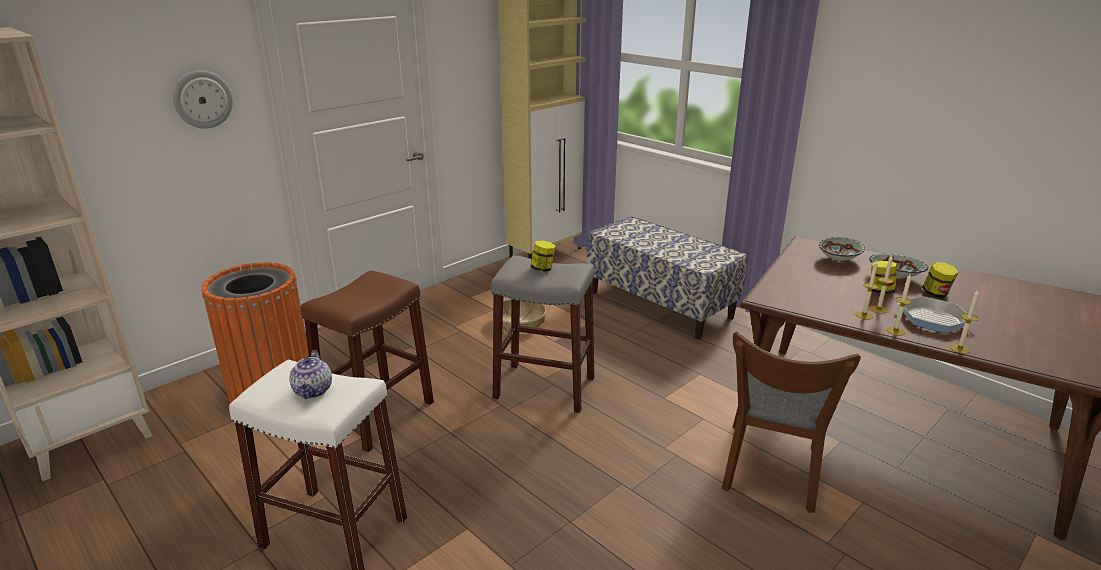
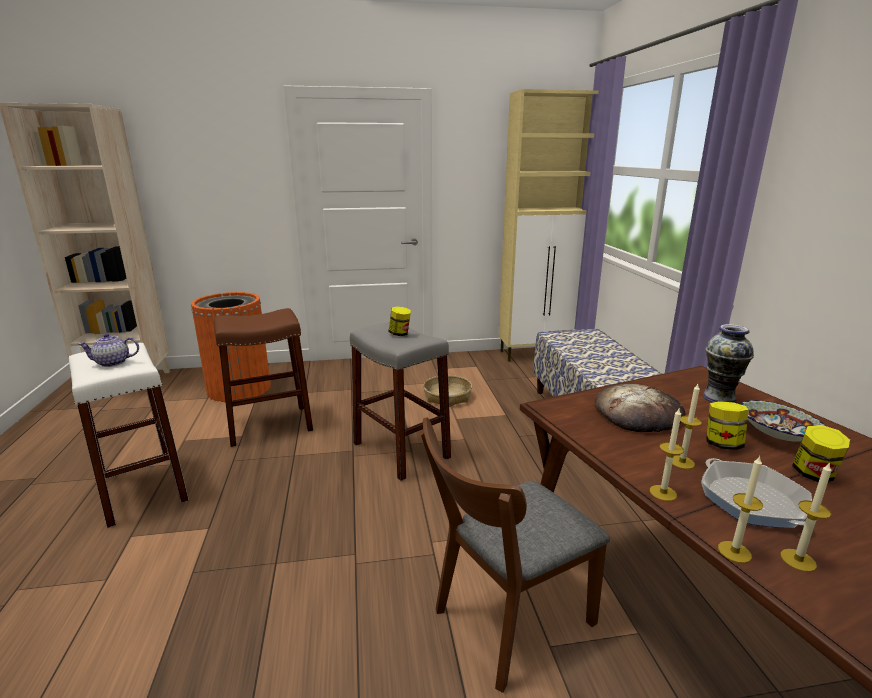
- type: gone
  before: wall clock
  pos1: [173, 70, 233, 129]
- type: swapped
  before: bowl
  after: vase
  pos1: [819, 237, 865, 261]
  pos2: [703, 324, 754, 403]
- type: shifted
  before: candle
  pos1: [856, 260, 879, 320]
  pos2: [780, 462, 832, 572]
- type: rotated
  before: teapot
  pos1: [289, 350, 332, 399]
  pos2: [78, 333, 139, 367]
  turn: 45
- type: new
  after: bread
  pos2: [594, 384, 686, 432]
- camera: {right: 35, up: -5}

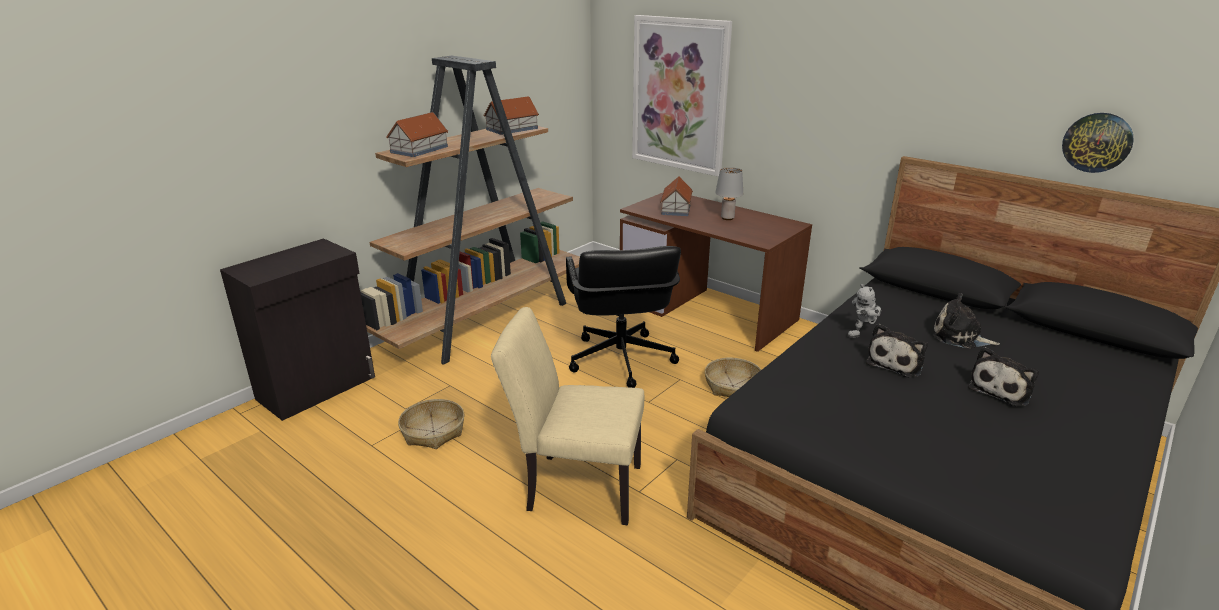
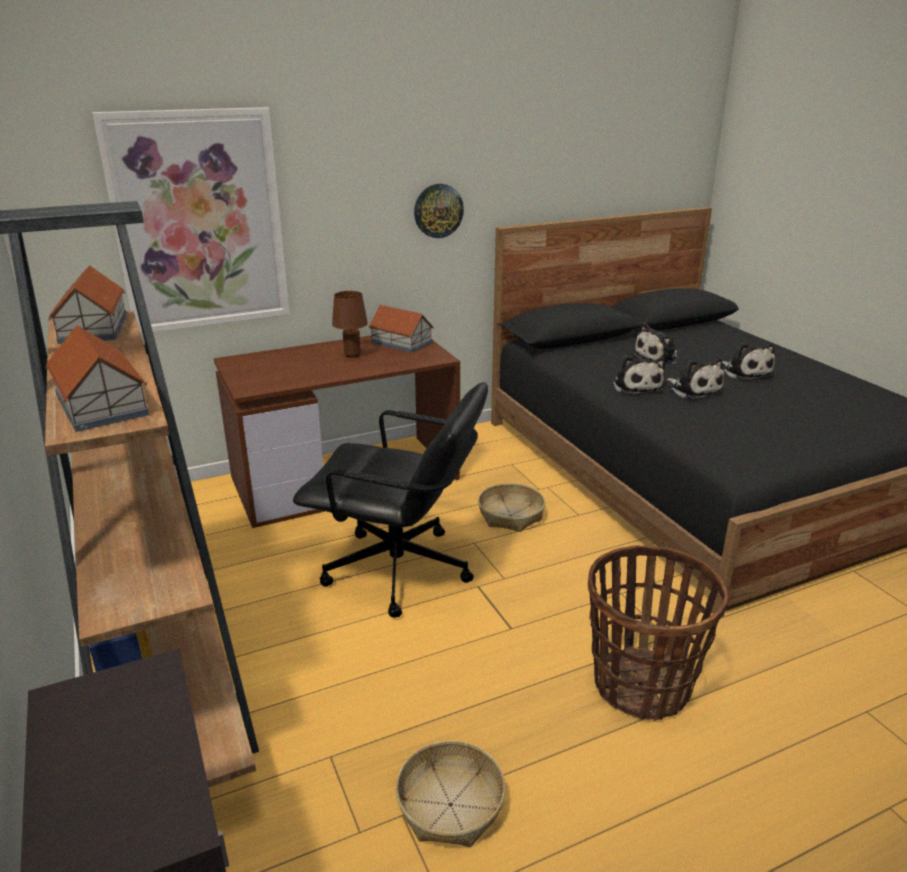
- type: shifted
  before: wall clock
  pos1: [1062, 113, 1134, 173]
  pos2: [414, 184, 464, 238]
- type: repainted
  before: table lamp in grey
  after: table lamp in brown
  pos1: [715, 167, 743, 220]
  pos2: [332, 291, 368, 358]
- type: shifted
  before: toy house
  pos1: [660, 177, 693, 216]
  pos2: [369, 305, 434, 353]
- type: swapped
  before: toy robot
  after: plush toy
  pos1: [847, 284, 882, 338]
  pos2: [612, 356, 665, 395]
- type: swapped
  before: chair in beige
  after: basket
  pos1: [491, 307, 644, 526]
  pos2: [588, 546, 728, 721]
- camera: {right: -65, up: 0}

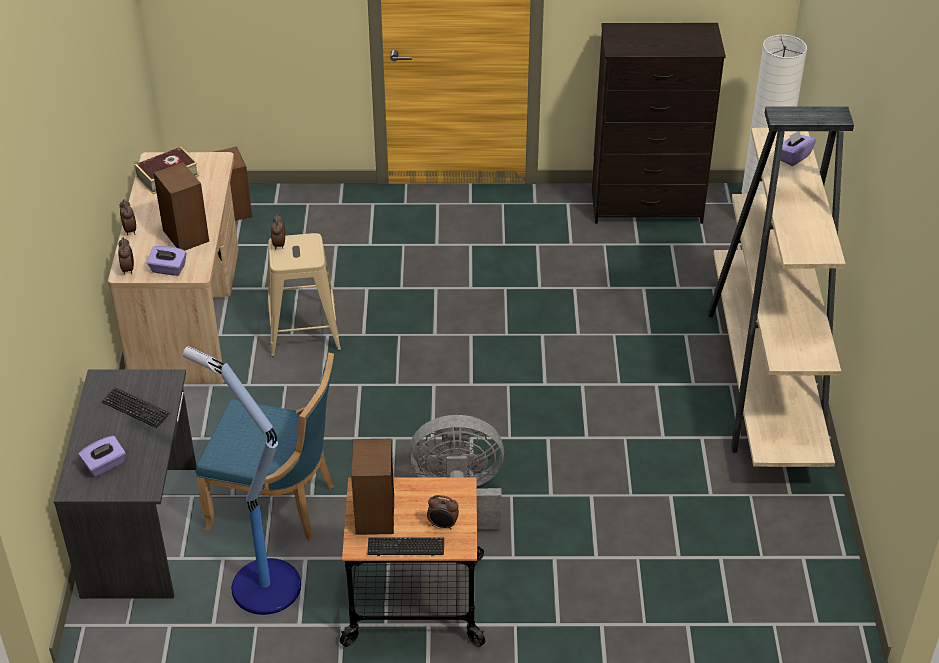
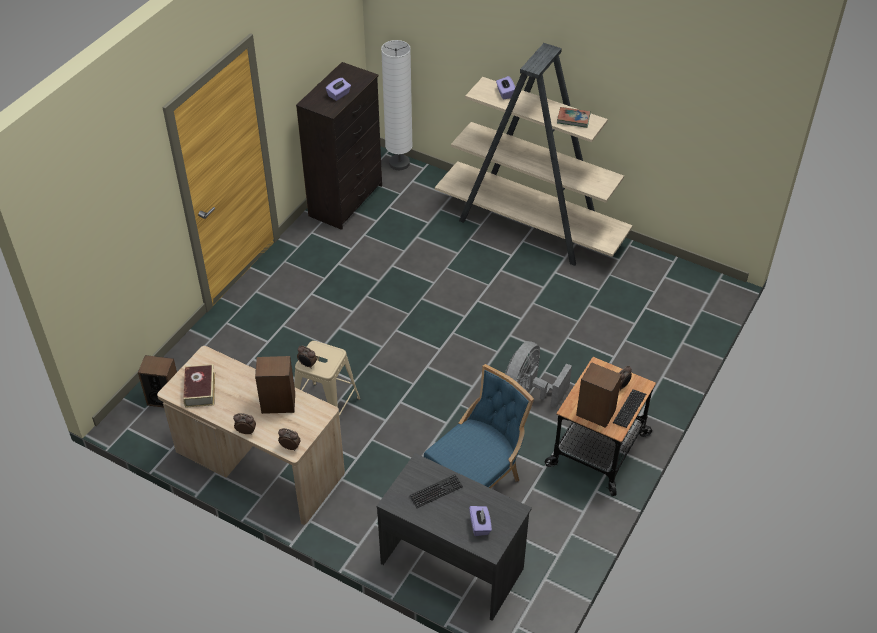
- type: shifted
  before: tissue box in purple
  pos1: [147, 246, 186, 276]
  pos2: [326, 78, 351, 101]
- type: gone
  before: floor lamp
  pos1: [183, 346, 301, 615]
- type: new
  after: book
  pos2: [557, 107, 591, 128]
- camera: {right: -60, up: 5}

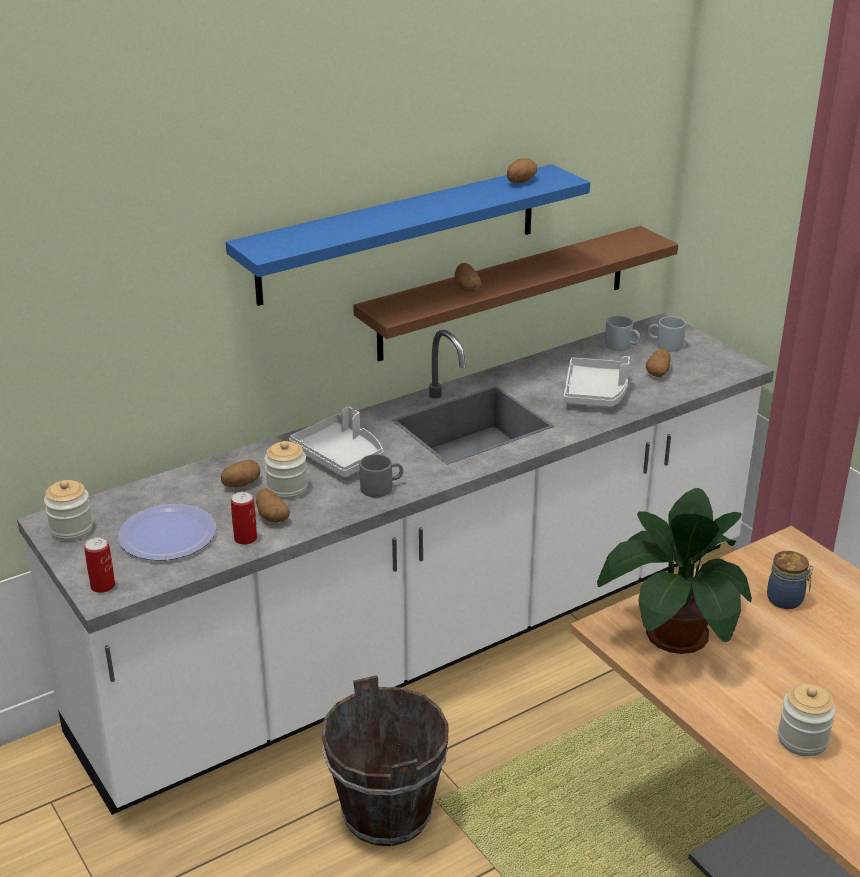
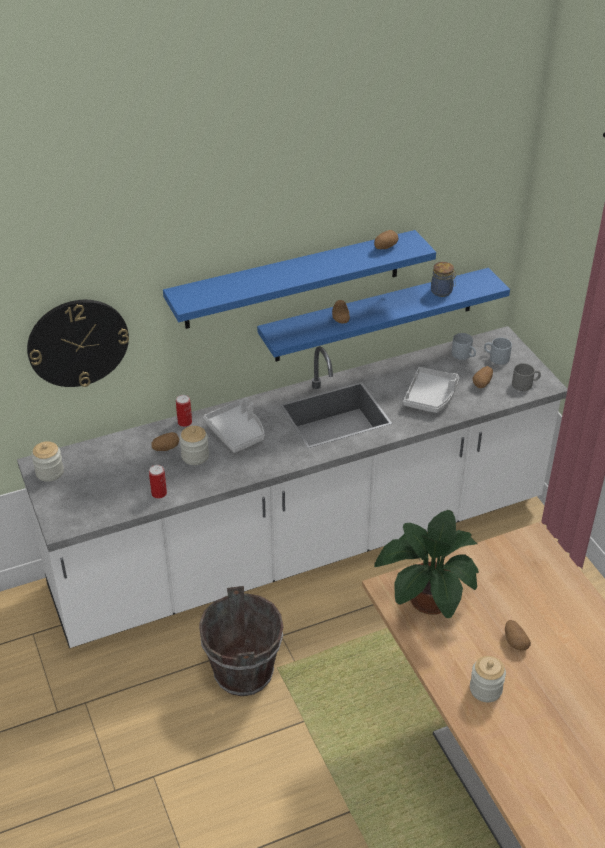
- type: repainted
  before: shelf in brown
  after: shelf in blue
  pos1: [353, 226, 678, 362]
  pos2: [257, 268, 510, 362]
- type: shifted
  before: mug in grey
  pos1: [360, 454, 403, 497]
  pos2: [512, 363, 541, 391]
- type: shifted
  before: potato
  pos1: [256, 489, 290, 523]
  pos2: [505, 620, 531, 651]
- type: gone
  before: plate
  pos1: [118, 504, 216, 561]
- type: shifted
  before: can
  pos1: [84, 537, 115, 593]
  pos2: [176, 395, 192, 427]
- type: shifted
  before: jar
  pos1: [767, 551, 813, 609]
  pos2: [431, 262, 456, 297]
- type: new
  after: wall clock
  pos2: [27, 300, 129, 387]
- camera: {right: 10, up: 10}

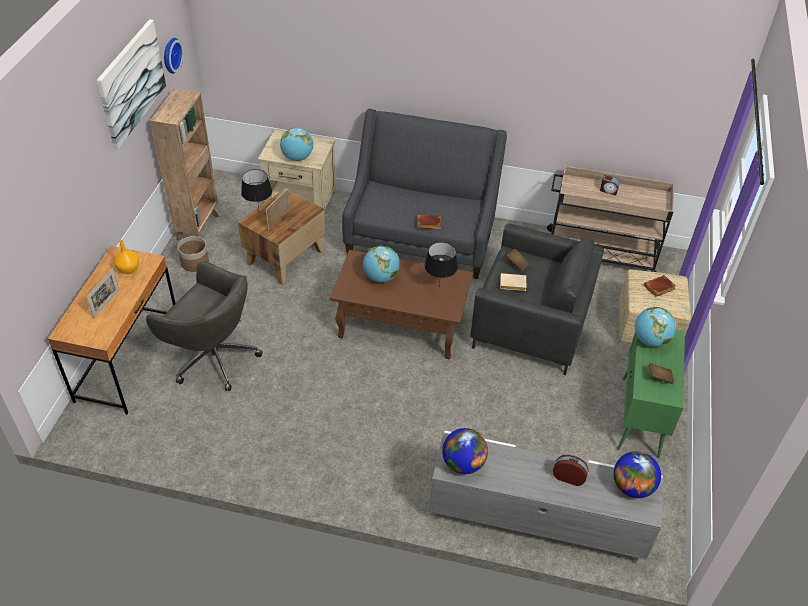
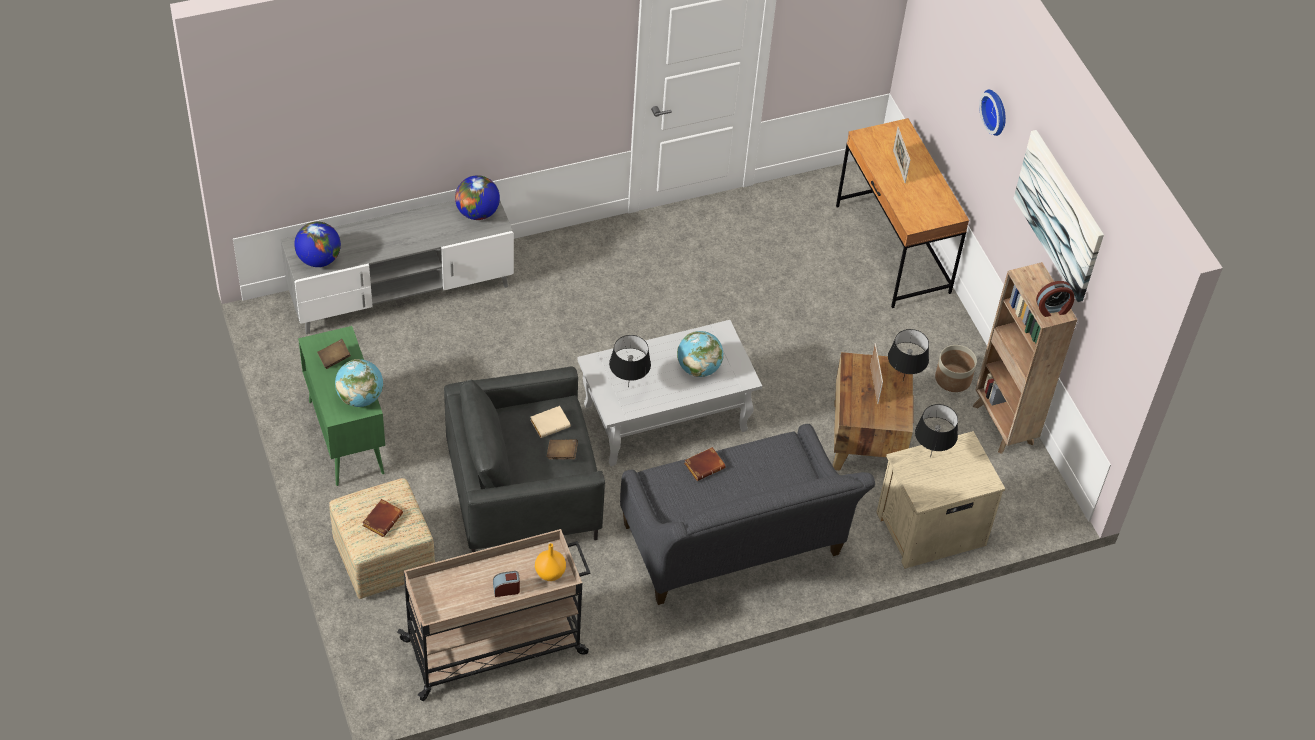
- type: shifted
  before: wall clock
  pos1: [164, 38, 184, 74]
  pos2: [979, 90, 1006, 136]
- type: swapped
  before: globe
  after: table lamp in black
  pos1: [280, 128, 313, 161]
  pos2: [915, 404, 958, 457]
- type: shifted
  before: vase in orange
  pos1: [114, 240, 139, 274]
  pos2: [535, 543, 566, 581]
- type: repainted
  before: coffee table in brown
  after: coffee table in white
  pos1: [330, 250, 473, 359]
  pos2: [577, 320, 762, 466]
- type: gone
  before: office chair in grey
  pos1: [146, 261, 263, 391]
- type: shifted
  before: alarm clock
  pos1: [553, 455, 589, 486]
  pos2: [1036, 281, 1075, 317]
- camera: {right: 145, up: 5}

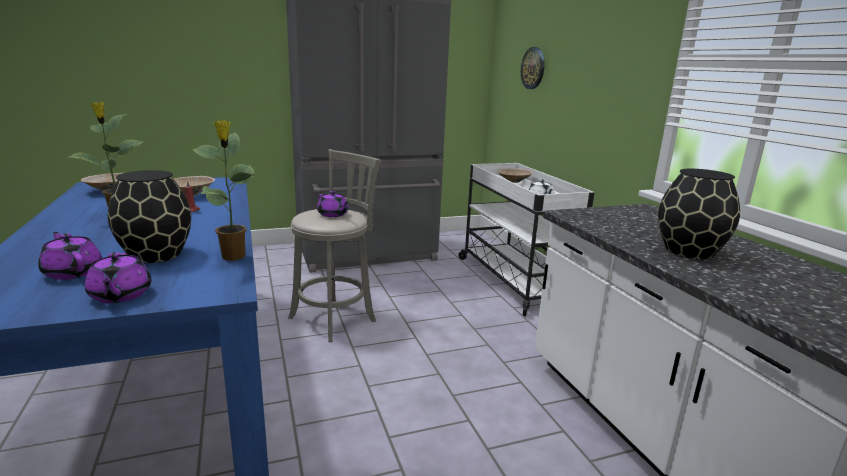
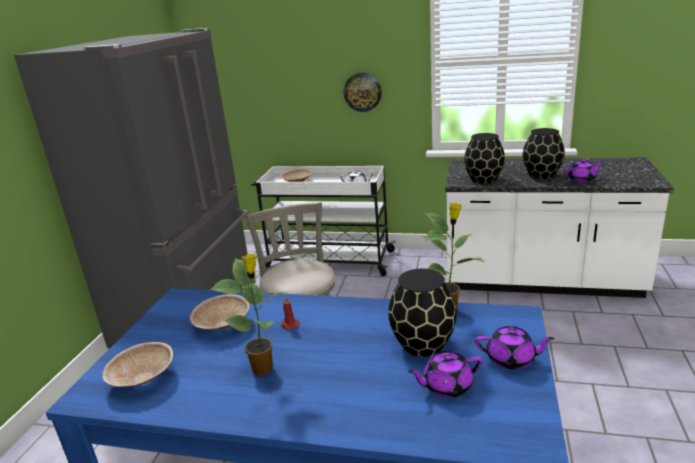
- type: shifted
  before: wall clock
  pos1: [521, 47, 545, 89]
  pos2: [344, 73, 382, 112]
- type: shifted
  before: teapot in purple
  pos1: [317, 191, 349, 217]
  pos2: [564, 159, 604, 183]
- type: new
  after: vase in black
  pos2: [464, 133, 505, 184]
- camera: {right: -55, up: 5}

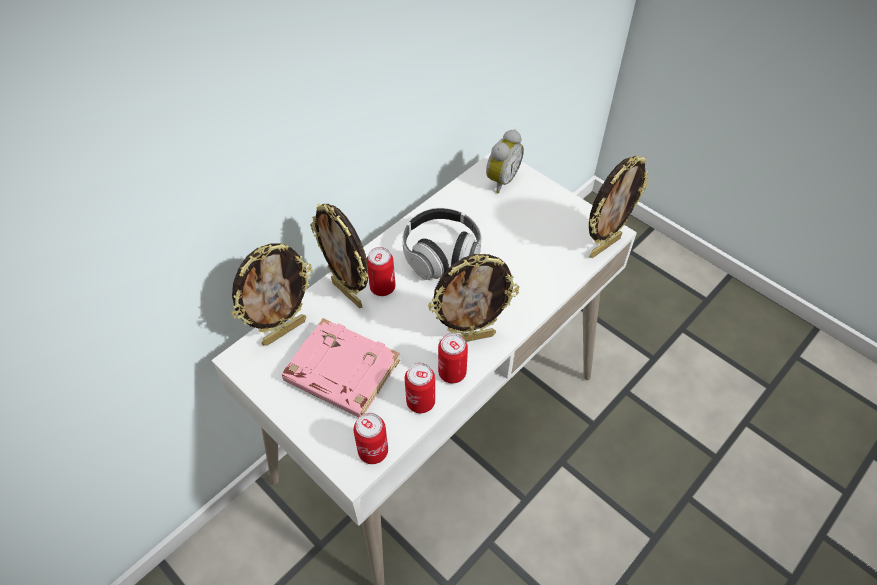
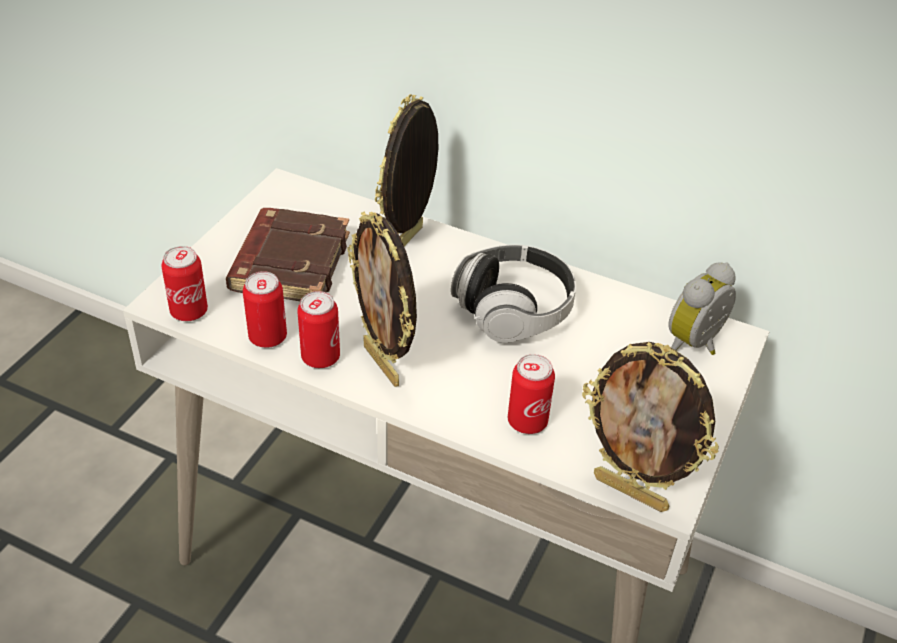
- type: rotated
  before: alarm clock
  pos1: [486, 129, 524, 193]
  pos2: [668, 262, 736, 355]
  turn: 120
- type: gone
  before: picture frame
  pos1: [232, 243, 313, 346]
- type: shifted
  before: can
  pos1: [367, 247, 396, 296]
  pos2: [508, 354, 555, 434]
- type: repainted
  before: book in pink
  after: book in brown
  pos1: [282, 318, 400, 418]
  pos2: [226, 208, 350, 301]
- camera: {right: 70, up: -10}

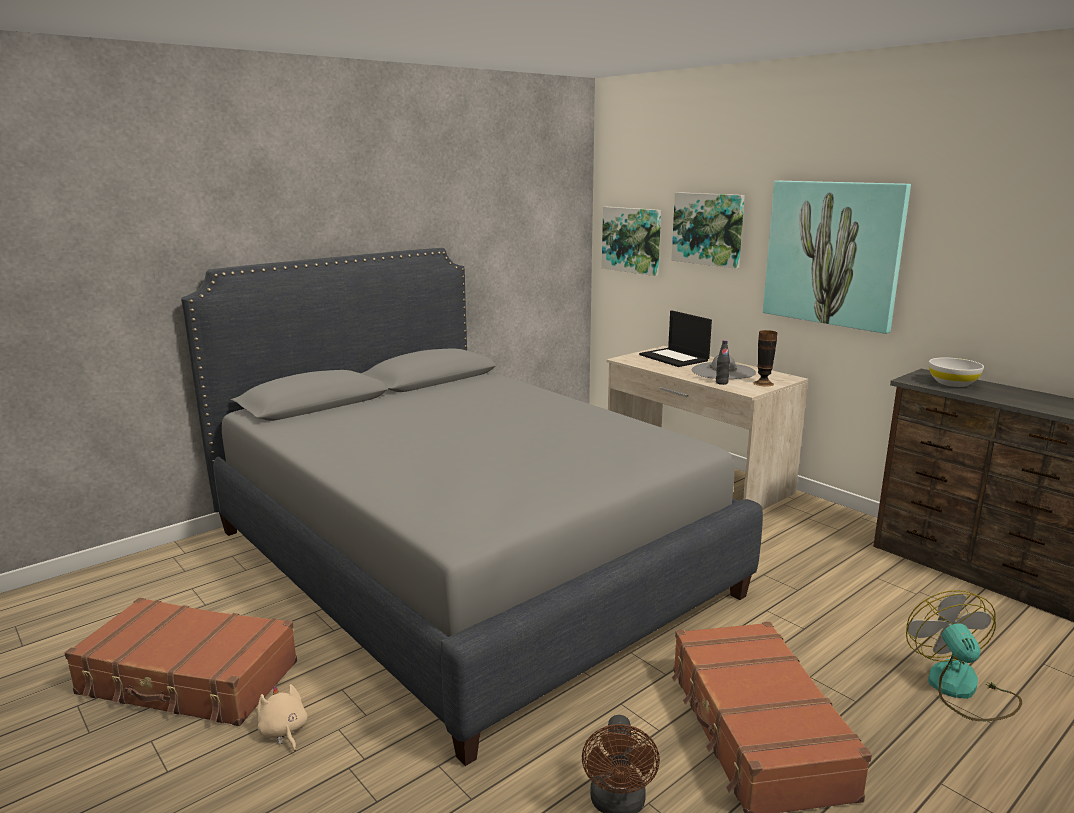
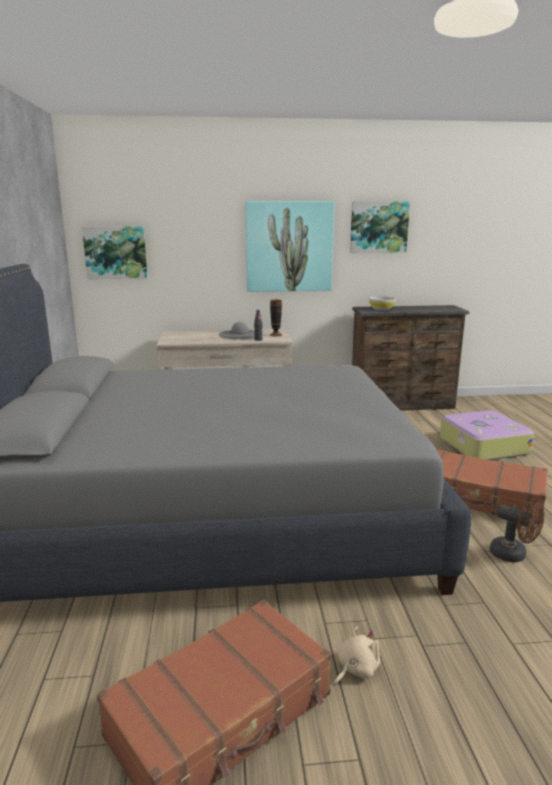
- type: shifted
  before: picture
  pos1: [672, 192, 745, 269]
  pos2: [350, 201, 410, 253]
- type: gone
  before: laptop
  pos1: [639, 310, 712, 367]
- type: swapped
  before: fan
  after: suitcase
  pos1: [906, 590, 1022, 721]
  pos2: [440, 410, 534, 460]
- type: rotated
  before: plush toy in beige
  pos1: [257, 684, 308, 752]
  pos2: [334, 626, 380, 686]
  turn: 135
- camera: {right: -55, up: 0}

